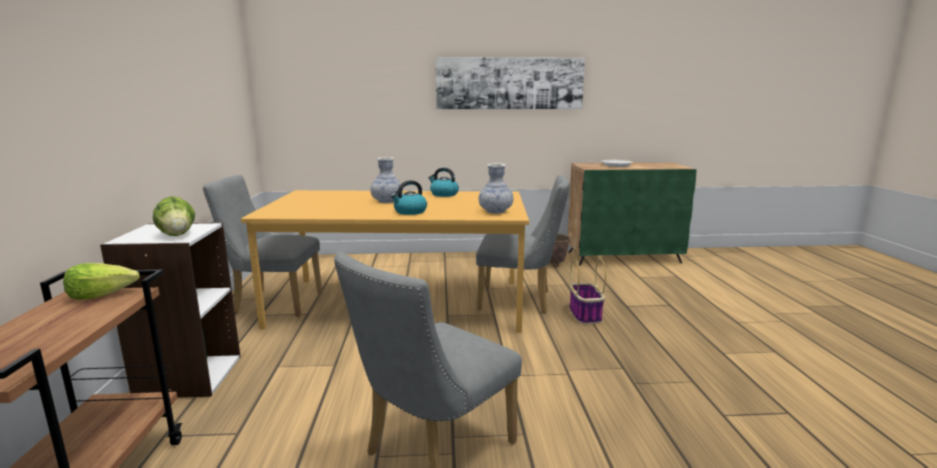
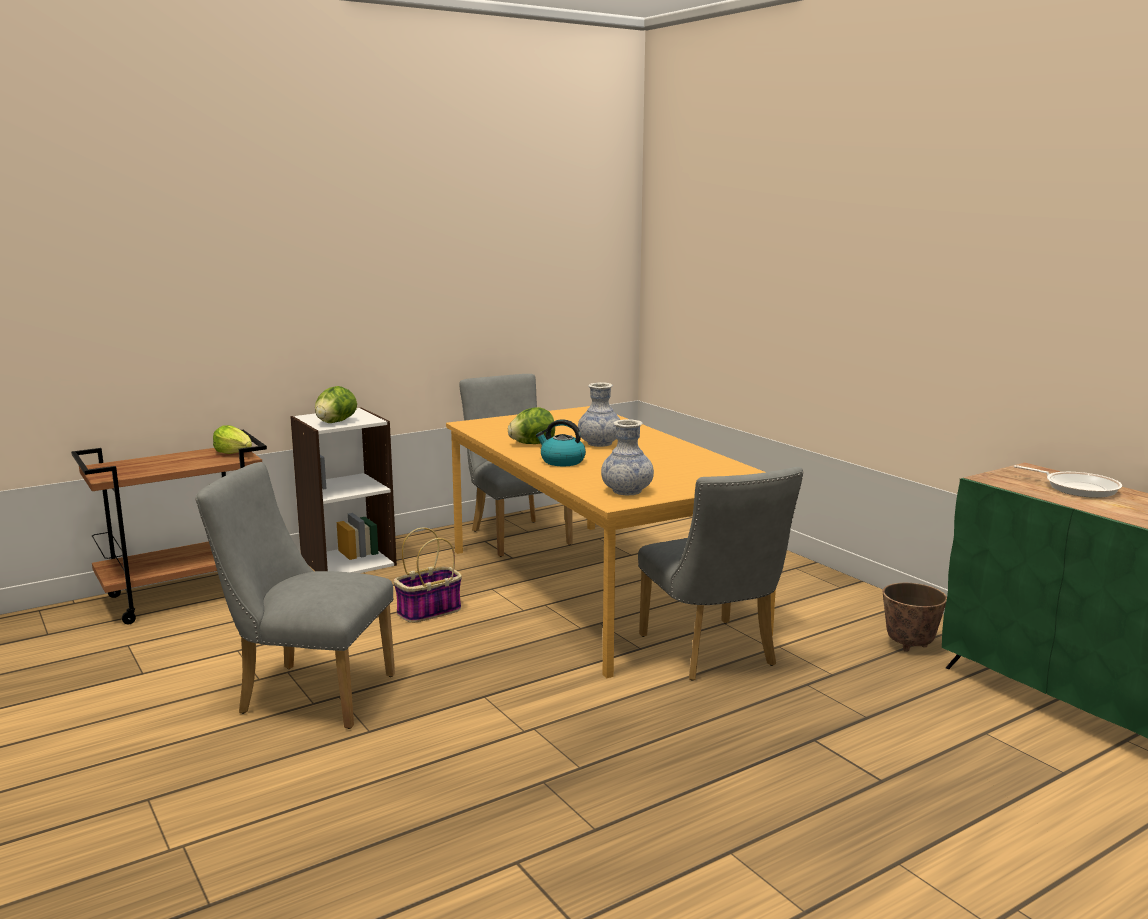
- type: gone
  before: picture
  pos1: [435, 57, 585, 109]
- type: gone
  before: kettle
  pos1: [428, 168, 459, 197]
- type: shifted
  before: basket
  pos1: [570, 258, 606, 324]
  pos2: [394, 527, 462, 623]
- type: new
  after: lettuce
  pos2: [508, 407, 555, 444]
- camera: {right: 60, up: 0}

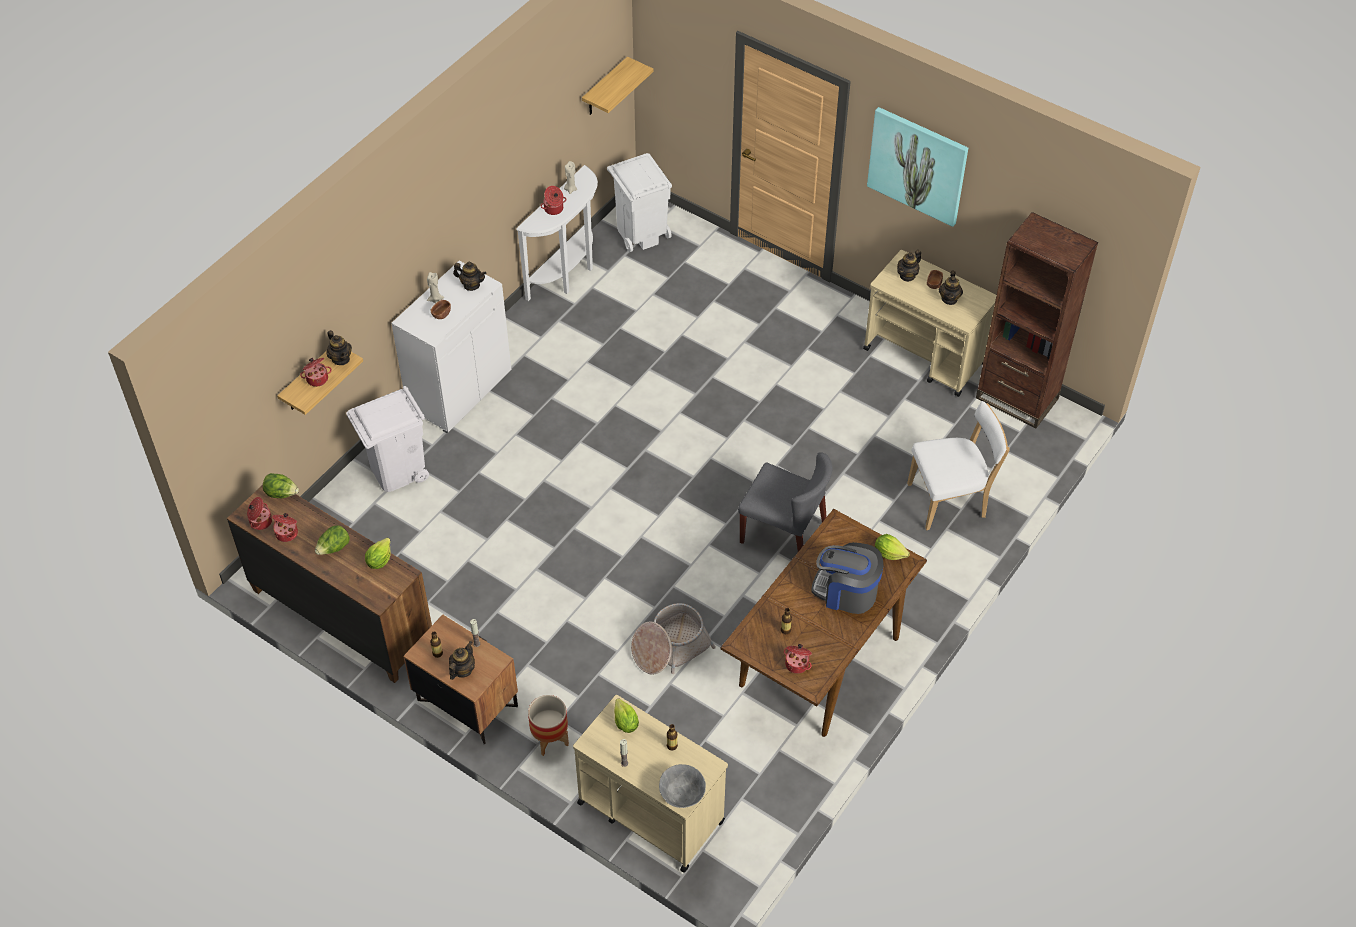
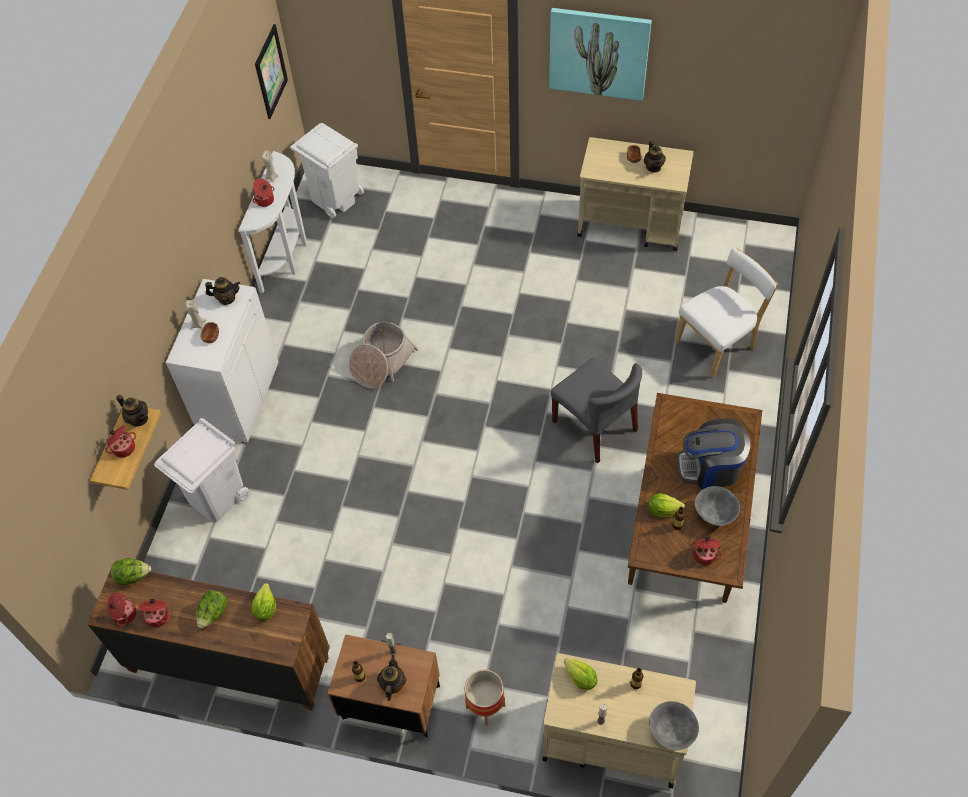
- type: swapped
  before: shelf
  after: picture
  pos1: [582, 57, 653, 115]
  pos2: [255, 24, 288, 119]
- type: gone
  before: bookcase in brown
  pos1: [976, 212, 1098, 428]
- type: gone
  before: teapot
  pos1: [897, 250, 921, 282]
- type: rotated
  before: chair in grey
  pos1: [738, 452, 832, 552]
  pos2: [550, 357, 642, 463]
  turn: 45
- type: shifted
  before: lettuce
  pos1: [875, 534, 910, 560]
  pos2: [648, 493, 685, 517]
- type: shifted
  before: basket
  pos1: [631, 603, 716, 675]
  pos2: [349, 321, 418, 388]
- type: new
  after: bowl in grey
  pos2: [695, 486, 740, 526]
- camera: {right: -20, up: 5}

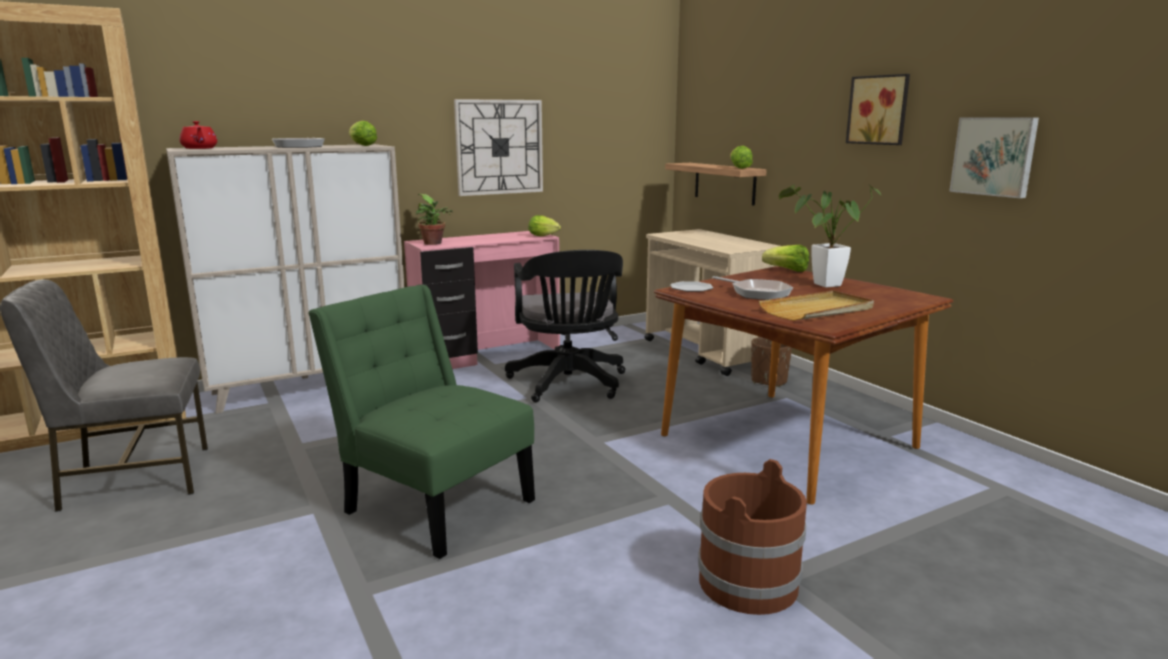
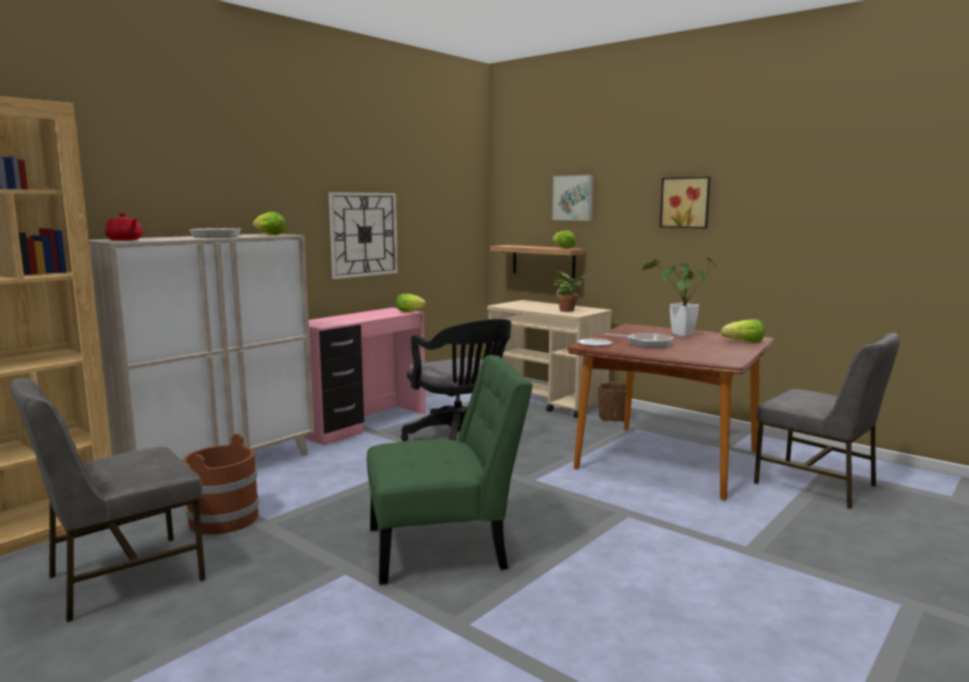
- type: shifted
  before: picture
  pos1: [949, 117, 1039, 198]
  pos2: [552, 175, 594, 221]
- type: shifted
  before: potted plant
  pos1: [416, 194, 453, 245]
  pos2: [554, 271, 584, 312]
- type: shifted
  before: lettuce
  pos1: [762, 245, 809, 272]
  pos2: [721, 319, 764, 343]
- type: rotated
  before: chair in green
  pos1: [308, 285, 535, 559]
  pos2: [367, 355, 533, 585]
  turn: 150
- type: gone
  before: tray in beige
  pos1: [759, 291, 874, 321]
- type: shifted
  before: bucket in brown
  pos1: [698, 459, 807, 615]
  pos2: [183, 433, 259, 534]
- type: new
  after: chair in grey
  pos2: [754, 333, 900, 509]
- camera: {right: -20, up: -5}

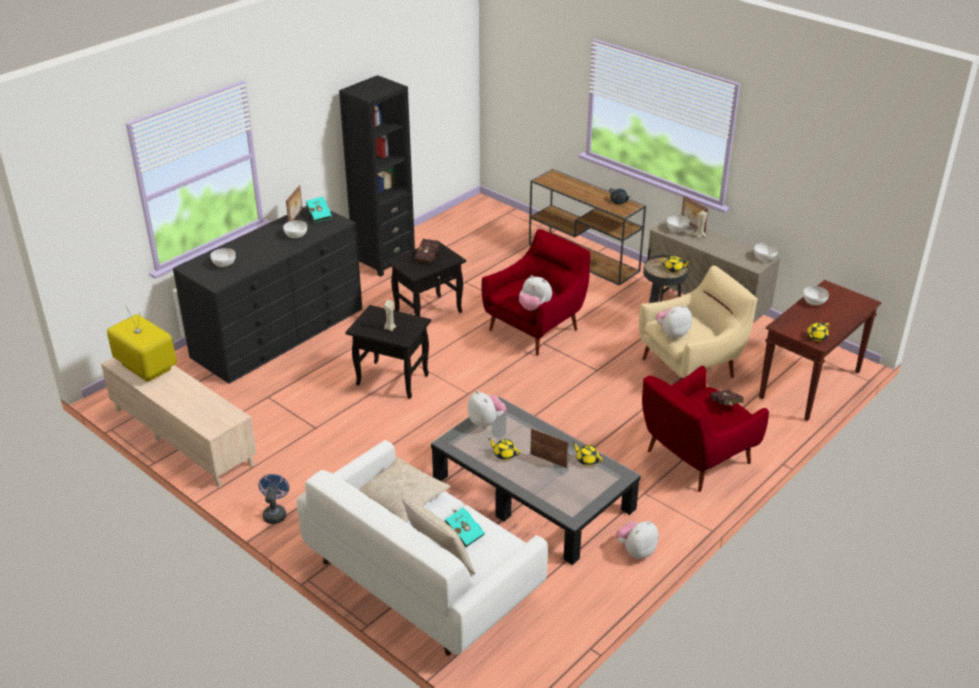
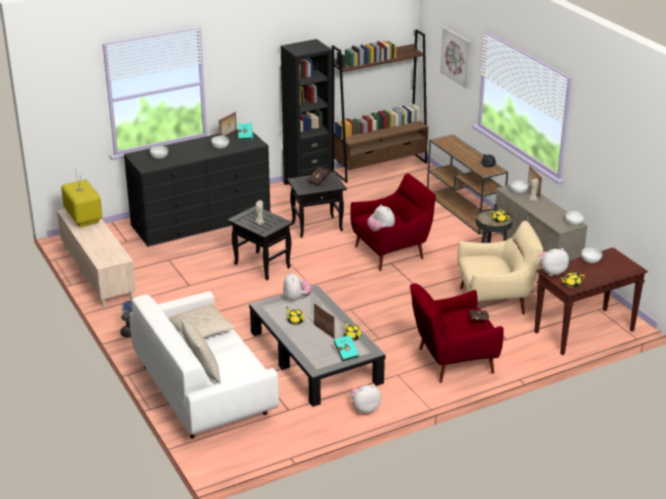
- type: shifted
  before: plush toy
  pos1: [656, 305, 692, 339]
  pos2: [540, 248, 569, 276]
- type: shifted
  before: book in turquoise
  pos1: [444, 507, 485, 548]
  pos2: [334, 335, 359, 362]
- type: new
  after: picture
  pos2: [440, 27, 472, 89]
- type: new
  after: bookcase in brown
  pos2: [332, 29, 428, 183]
- camera: {right: 20, up: -5}

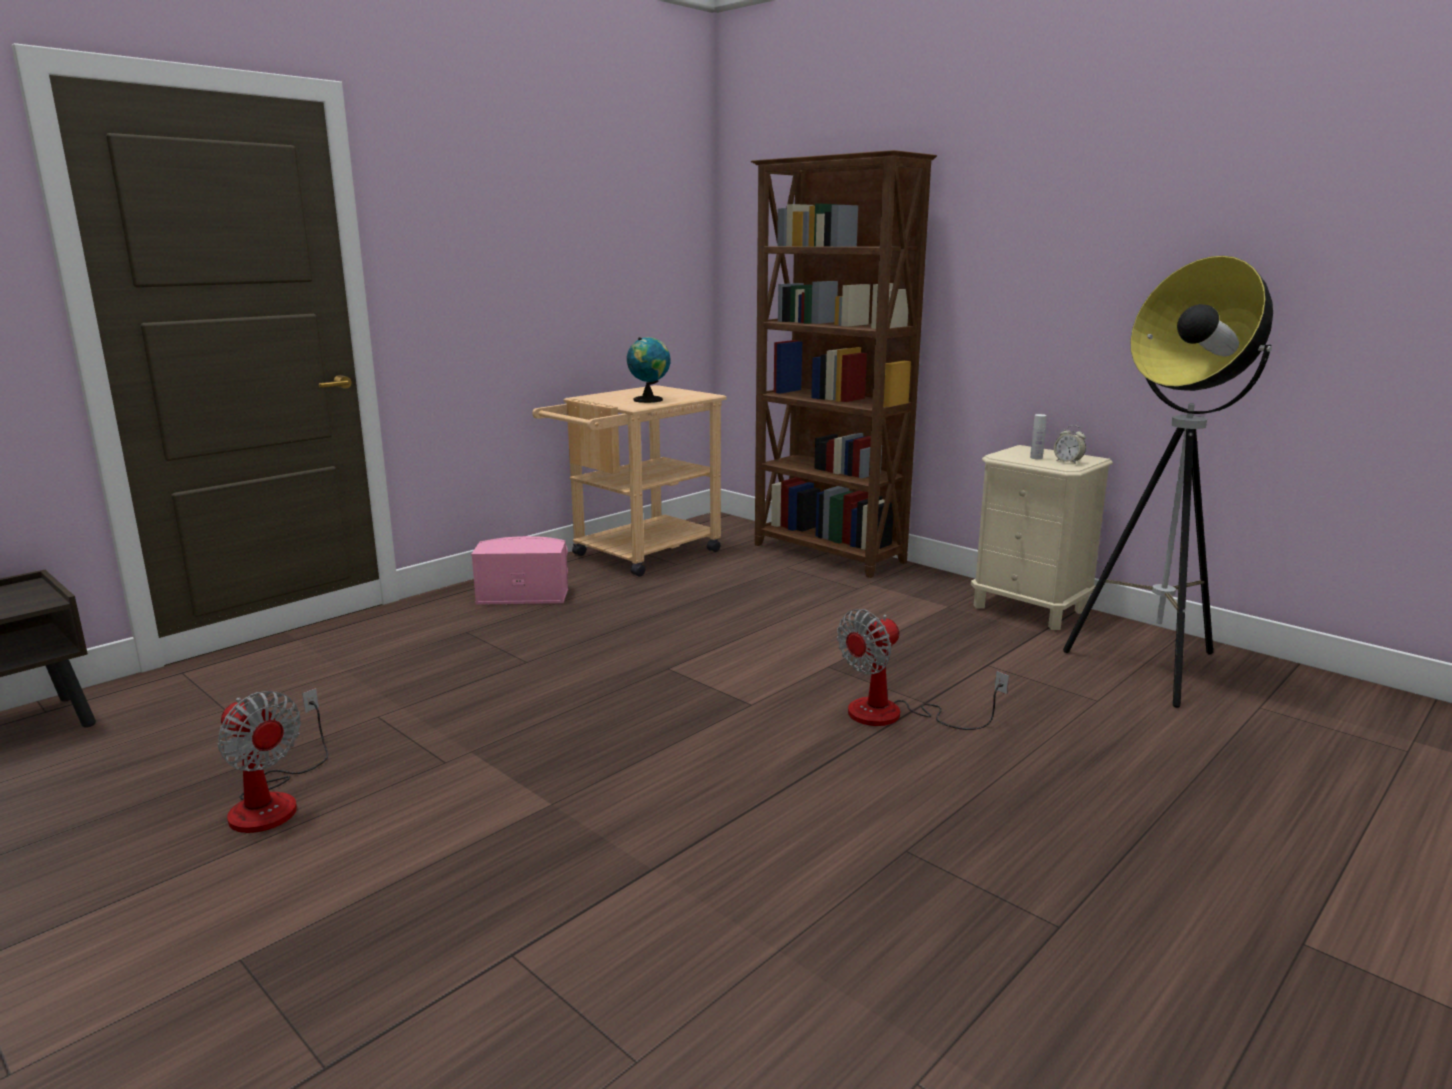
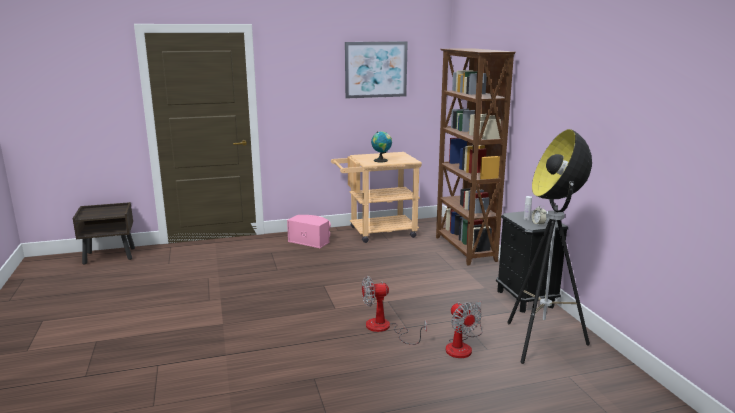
- type: repainted
  before: nightstand in beige
  after: nightstand in black
  pos1: [971, 445, 1113, 630]
  pos2: [496, 210, 568, 313]
- type: shifted
  before: fan
  pos1: [217, 688, 328, 833]
  pos2: [446, 301, 483, 358]
- type: new
  after: picture
  pos2: [345, 41, 408, 98]
- camera: {right: 30, up: 0}

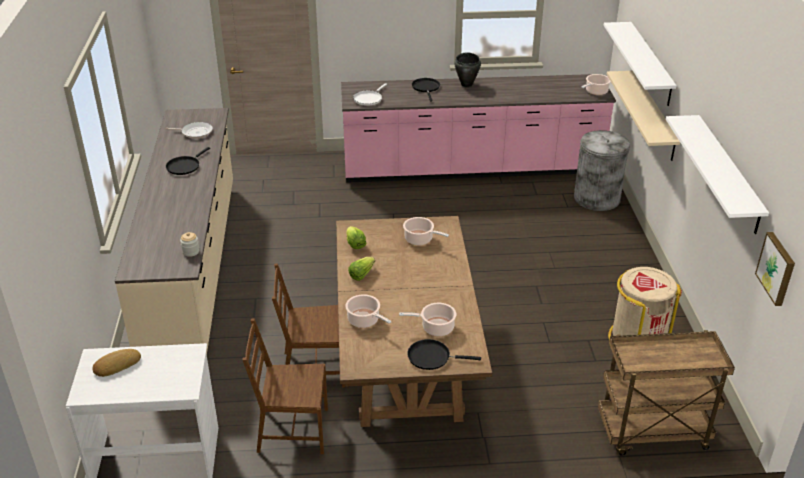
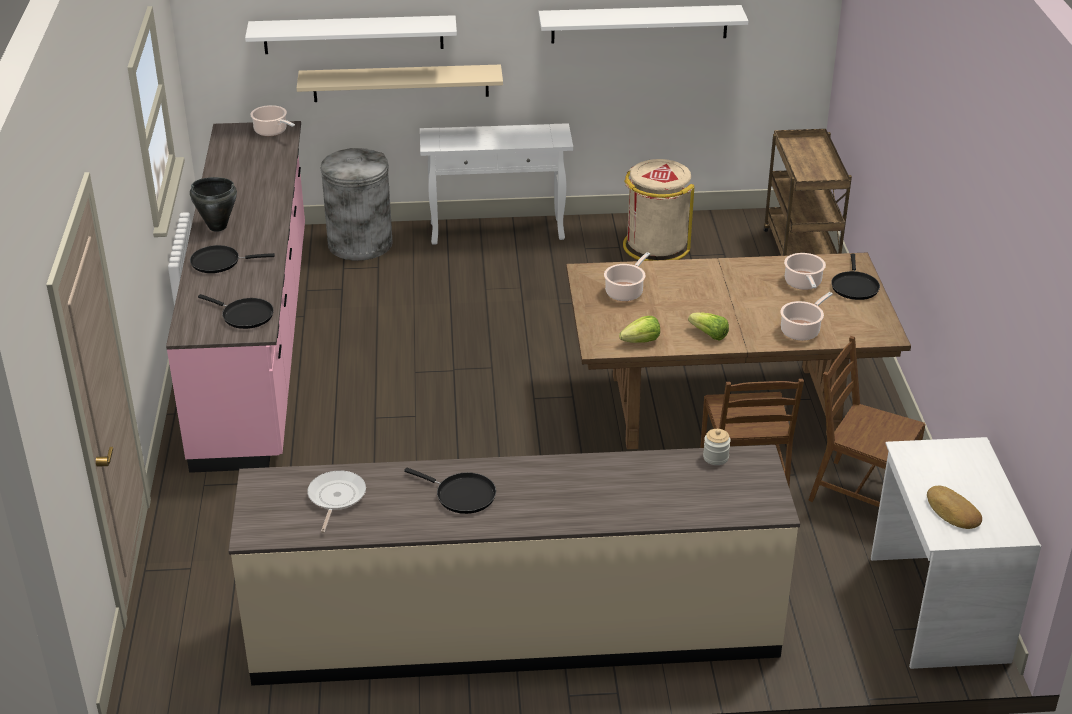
- type: repainted
  before: frying pan in white
  after: frying pan in black
  pos1: [353, 83, 387, 106]
  pos2: [198, 294, 274, 329]
- type: gone
  before: picture
  pos1: [755, 232, 795, 306]
- type: rotated
  before: chair in brown
  pos1: [242, 319, 328, 454]
  pos2: [808, 336, 925, 507]
  turn: 120
- type: new
  after: console table in white
  pos2: [420, 123, 573, 245]
- camera: {right: -90, up: 0}

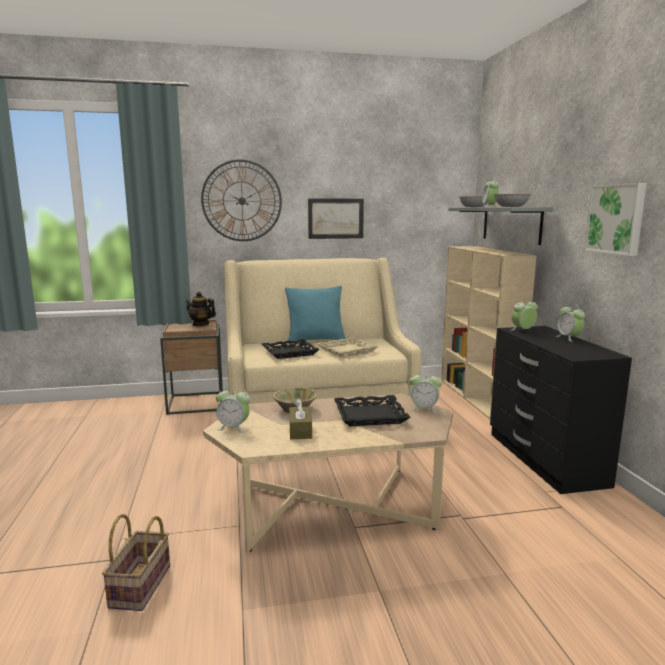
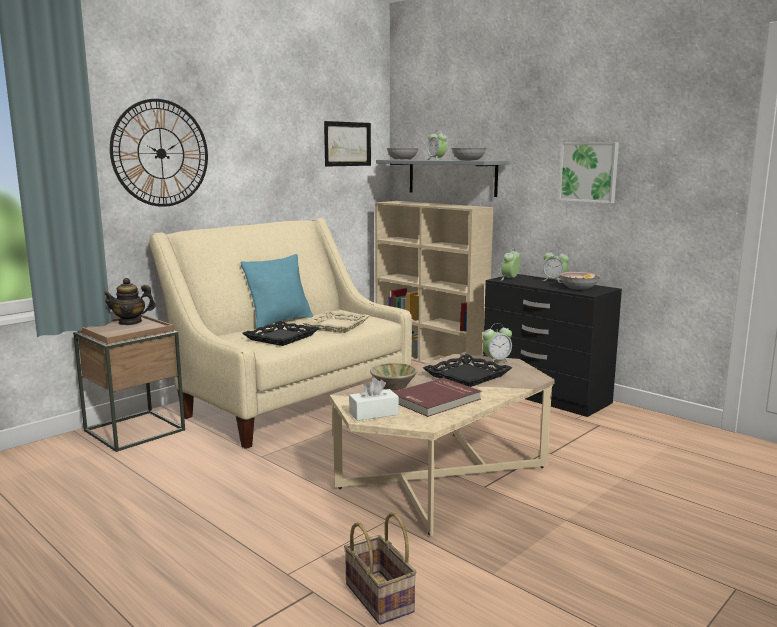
- type: shifted
  before: picture
  pos1: [308, 198, 364, 239]
  pos2: [324, 121, 371, 167]
- type: swapped
  before: alarm clock
  after: tissue box in white
  pos1: [216, 386, 250, 433]
  pos2: [349, 378, 399, 421]
- type: swapped
  before: tissue box in brown
  after: book in red
  pos1: [289, 398, 312, 439]
  pos2: [394, 378, 481, 417]
- type: new
  after: bowl
  pos2: [560, 272, 600, 290]
- camera: {right: -35, up: 0}

